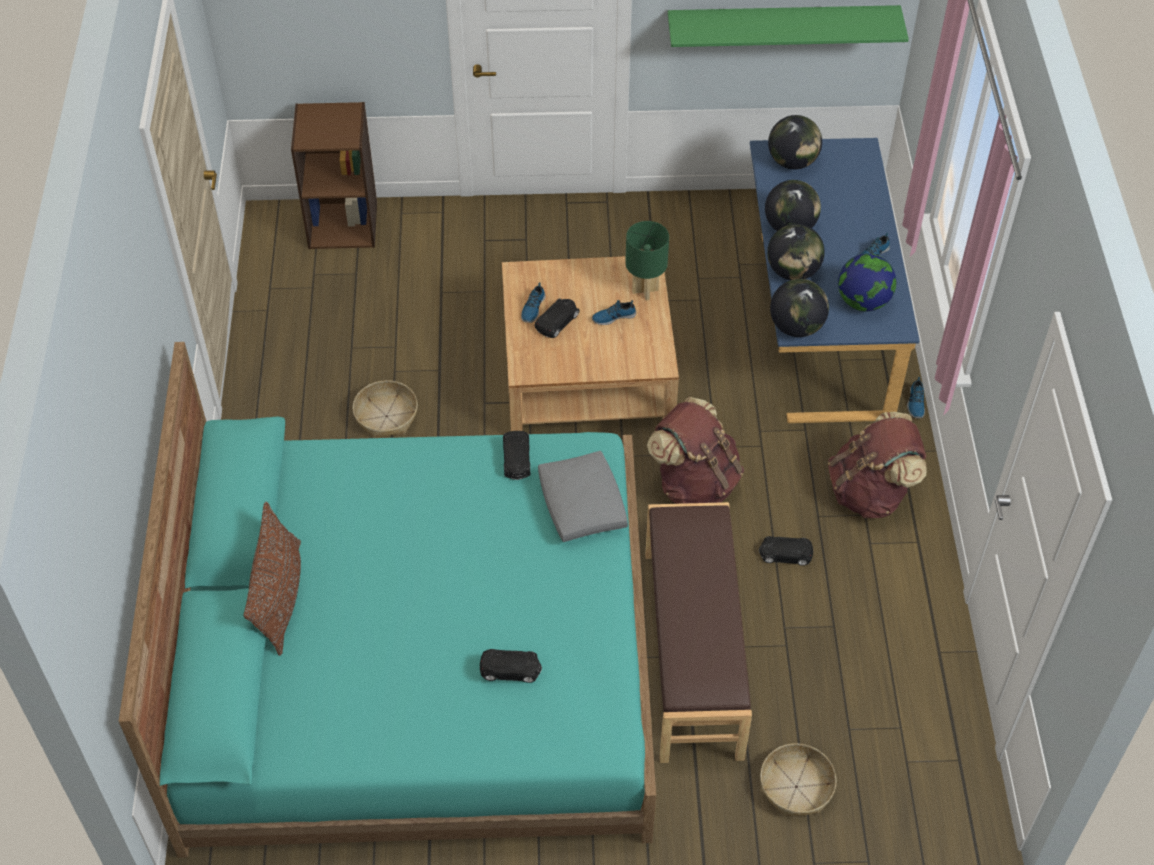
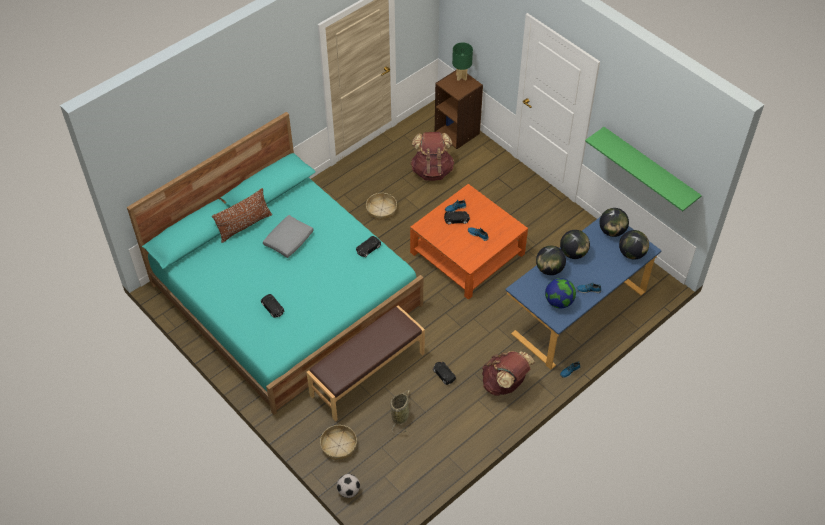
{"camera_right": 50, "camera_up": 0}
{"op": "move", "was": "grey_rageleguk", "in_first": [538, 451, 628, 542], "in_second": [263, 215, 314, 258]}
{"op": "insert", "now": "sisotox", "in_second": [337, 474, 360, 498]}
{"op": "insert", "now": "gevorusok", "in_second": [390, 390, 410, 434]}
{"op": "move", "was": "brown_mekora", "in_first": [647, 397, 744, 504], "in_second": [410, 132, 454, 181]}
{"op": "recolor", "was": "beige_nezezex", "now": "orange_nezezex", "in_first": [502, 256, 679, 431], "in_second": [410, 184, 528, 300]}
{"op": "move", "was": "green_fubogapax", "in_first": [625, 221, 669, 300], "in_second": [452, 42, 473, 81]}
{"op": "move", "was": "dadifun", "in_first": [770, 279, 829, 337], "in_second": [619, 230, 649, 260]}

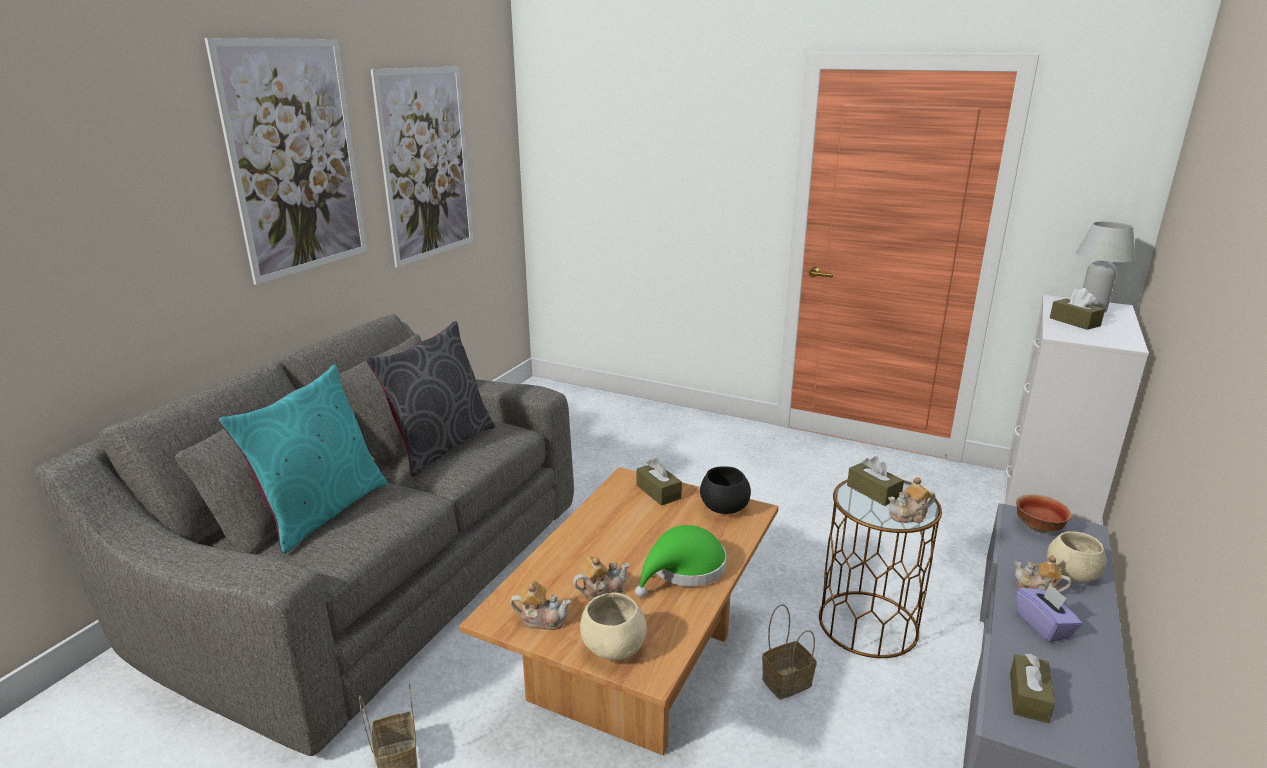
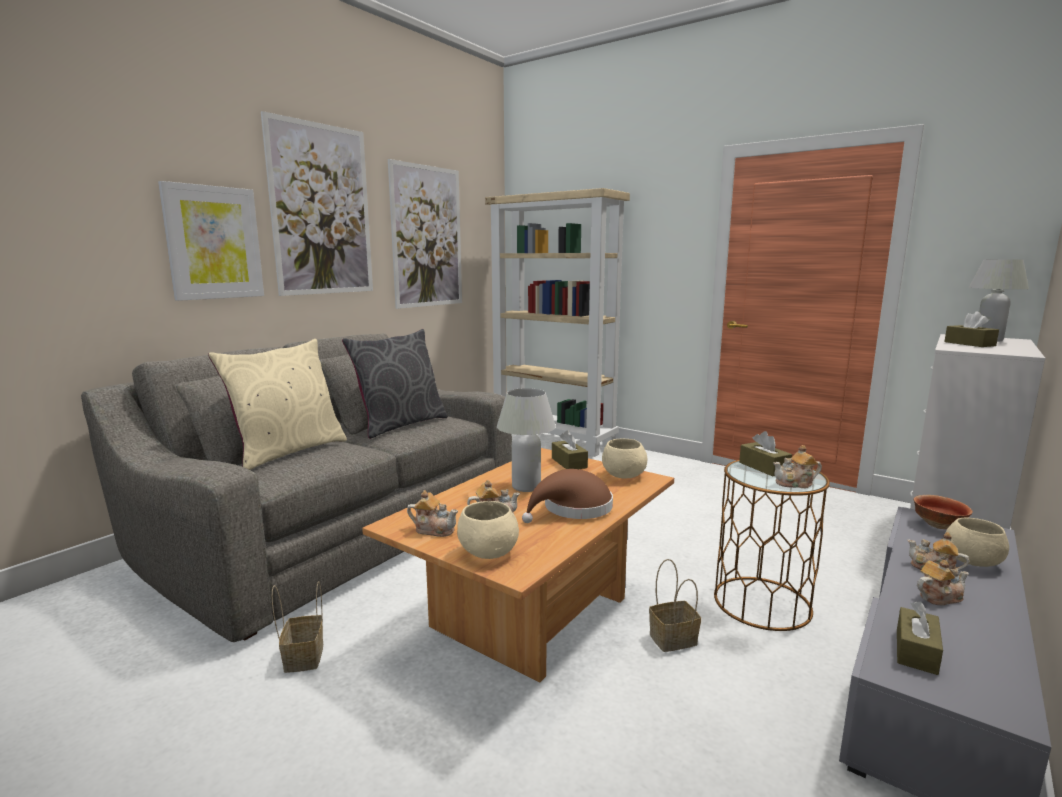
{"camera_right": 10, "camera_up": -10}
{"op": "insert", "now": "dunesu", "in_second": [158, 181, 264, 301]}
{"op": "recolor", "was": "turquoise_rageleguk", "now": "beige_rageleguk", "in_first": [218, 365, 387, 554], "in_second": [208, 339, 347, 470]}
{"op": "insert", "now": "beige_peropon", "in_second": [485, 188, 630, 457]}
{"op": "insert", "now": "white_fubogapax", "in_second": [497, 388, 556, 492]}
{"op": "recolor", "was": "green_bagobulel", "now": "brown_bagobulel", "in_first": [635, 525, 726, 598], "in_second": [522, 469, 613, 523]}
{"op": "recolor", "was": "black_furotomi", "now": "beige_furotomi", "in_first": [700, 466, 751, 514], "in_second": [602, 439, 648, 479]}
{"op": "replace", "was": "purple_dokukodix", "now": "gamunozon", "in_first": [1016, 583, 1083, 643], "in_second": [917, 560, 969, 605]}

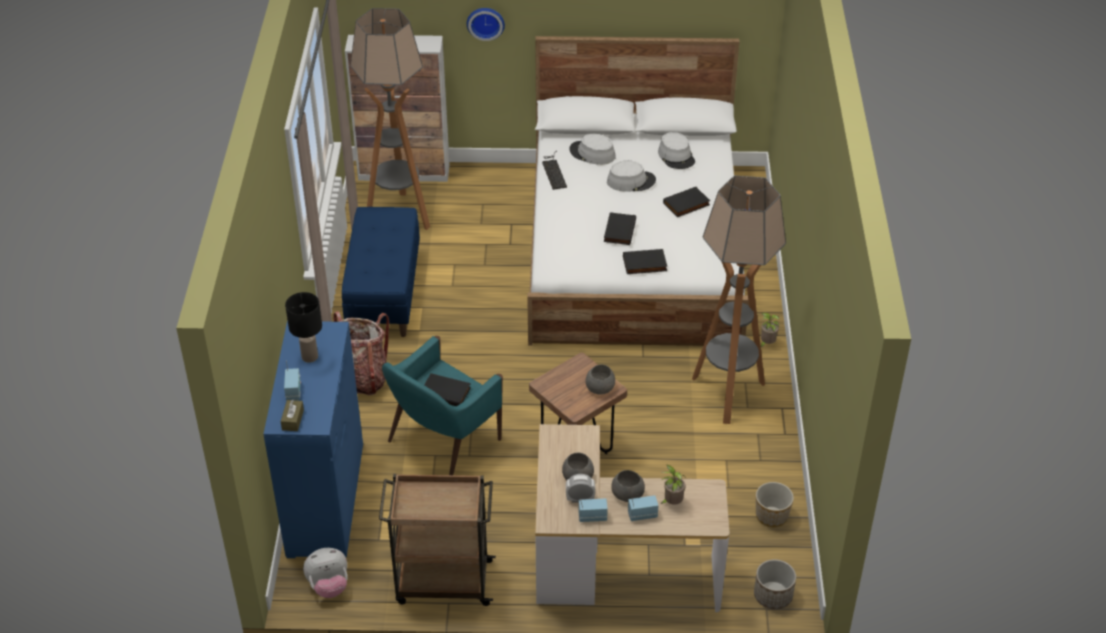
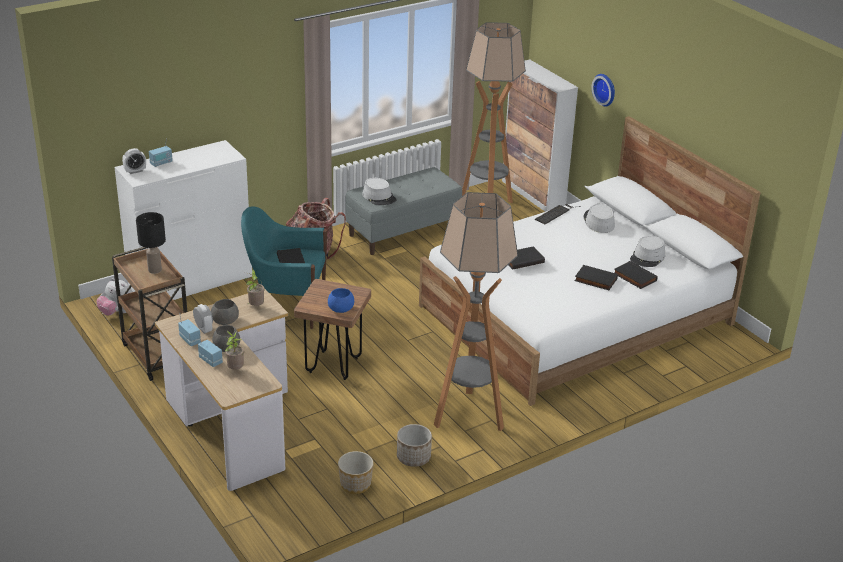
{"camera_right": 55, "camera_up": -10}
{"op": "recolor", "was": "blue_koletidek", "now": "white_koletidek", "in_first": [263, 321, 363, 558], "in_second": [115, 140, 252, 300]}
{"op": "replace", "was": "brown_dokukodix", "now": "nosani", "in_first": [281, 400, 304, 431], "in_second": [122, 148, 146, 174]}
{"op": "move", "was": "black_fubogapax", "in_first": [285, 292, 322, 363], "in_second": [136, 212, 166, 274]}
{"op": "move", "was": "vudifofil", "in_first": [761, 313, 779, 347], "in_second": [244, 269, 264, 306]}
{"op": "recolor", "was": "grey_furotomi", "now": "blue_furotomi", "in_first": [585, 365, 615, 395], "in_second": [328, 288, 354, 313]}
{"op": "recolor", "was": "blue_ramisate", "now": "grey_ramisate", "in_first": [342, 207, 420, 337], "in_second": [345, 167, 462, 255]}
{"op": "move", "was": "grey_bagobulel", "in_first": [607, 161, 656, 192], "in_second": [363, 178, 397, 205]}
{"op": "move", "was": "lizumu", "in_first": [754, 559, 796, 609], "in_second": [397, 424, 432, 467]}
{"op": "move", "was": "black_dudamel", "in_first": [623, 249, 667, 274], "in_second": [614, 261, 658, 289]}

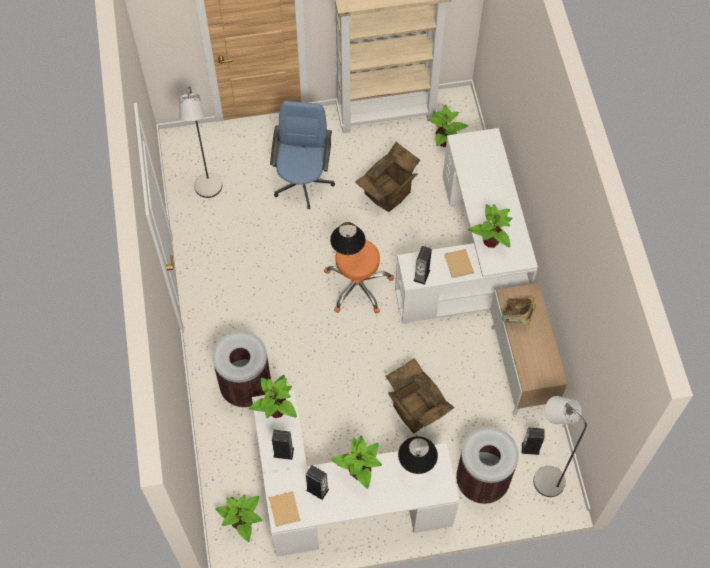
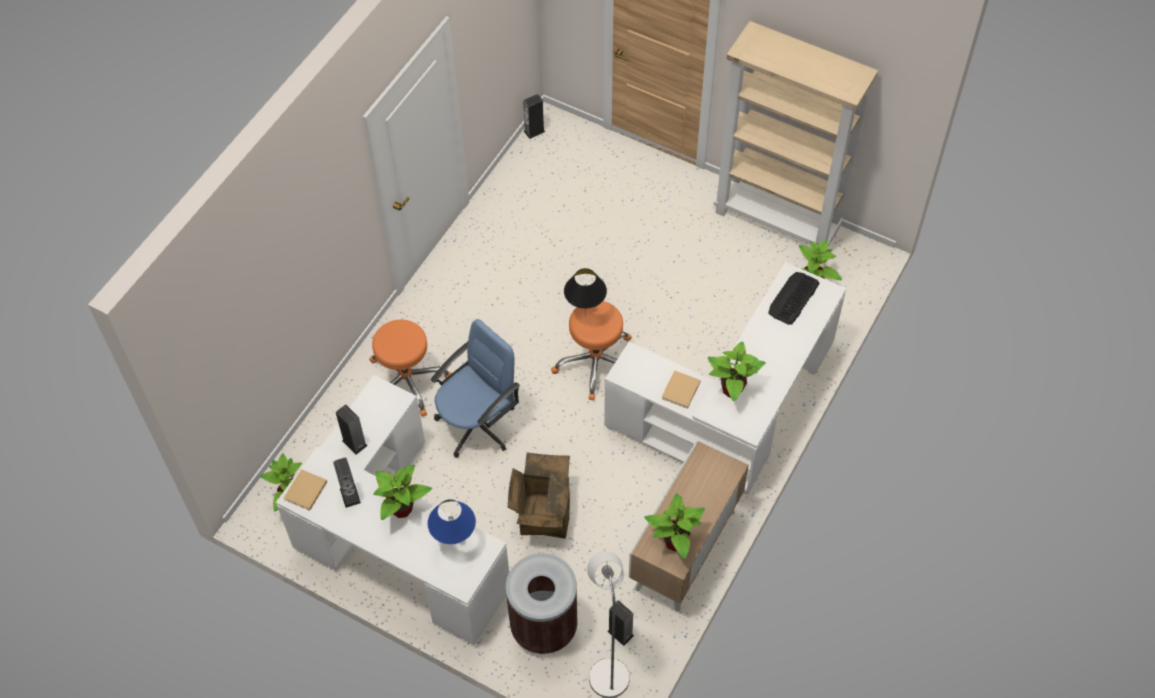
{"camera_right": 40, "camera_up": -5}
{"op": "replace", "was": "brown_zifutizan", "now": "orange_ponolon", "in_first": [212, 331, 271, 407], "in_second": [369, 320, 452, 417]}
{"op": "recolor", "was": "black_fubogapax", "now": "blue_fubogapax", "in_first": [398, 436, 438, 474], "in_second": [428, 499, 476, 545]}
{"op": "move", "was": "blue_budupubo", "in_first": [270, 101, 335, 209], "in_second": [431, 319, 520, 458]}
{"op": "move", "was": "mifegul", "in_first": [414, 246, 432, 285], "in_second": [523, 94, 545, 139]}
{"op": "move", "was": "vudifofil", "in_first": [249, 375, 297, 418], "in_second": [644, 493, 705, 559]}
{"op": "insert", "now": "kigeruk", "in_second": [768, 272, 819, 324]}
{"op": "delete", "was": "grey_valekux", "in_first": [179, 86, 222, 198]}
{"op": "delete", "was": "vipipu", "in_first": [355, 142, 421, 212]}
{"op": "delete", "was": "dudamel", "in_first": [502, 298, 536, 325]}

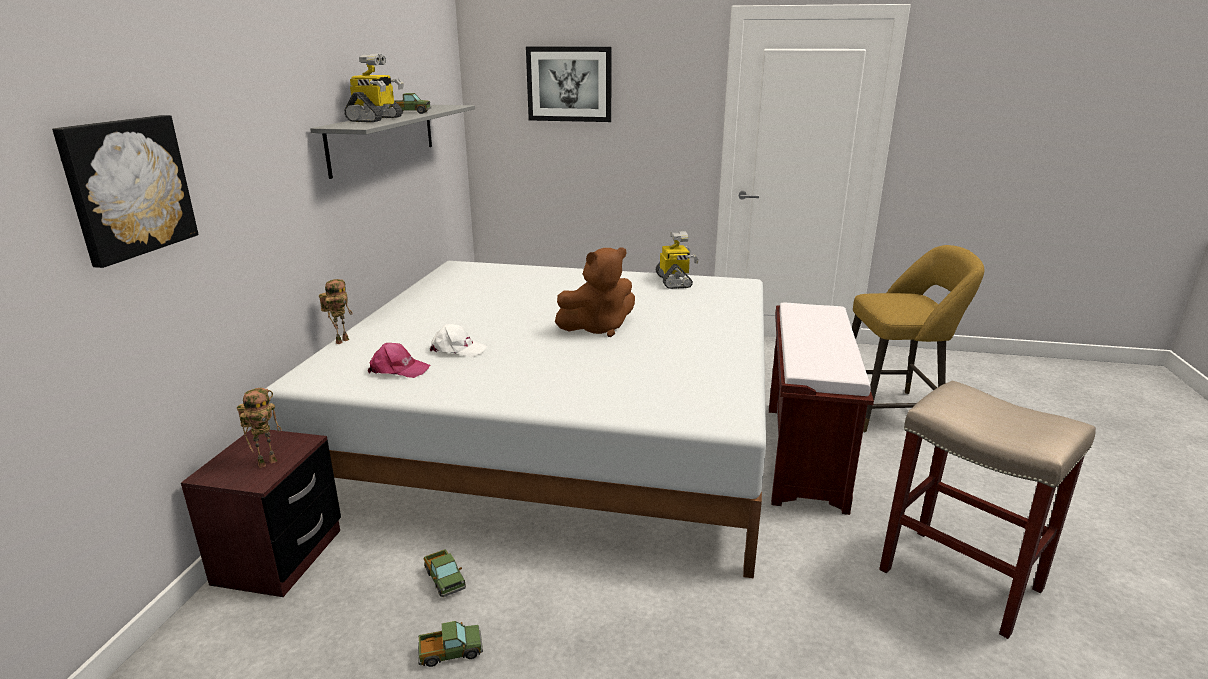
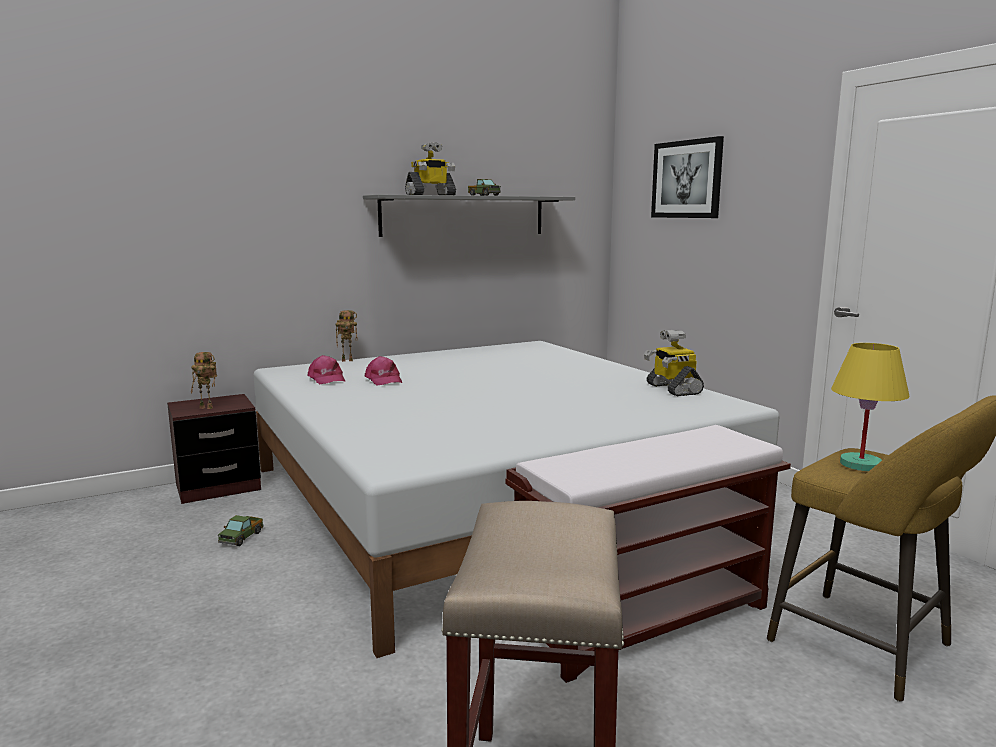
{"camera_right": 50, "camera_up": -10}
{"op": "recolor", "was": "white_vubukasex", "now": "pink_vubukasex", "in_first": [430, 324, 487, 357], "in_second": [364, 356, 402, 385]}
{"op": "rotate", "was": "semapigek", "in_first": [655, 231, 699, 289], "in_second": [644, 330, 704, 396], "clockwise": 120}
{"op": "insert", "now": "yellow_fubogapax", "in_second": [831, 343, 910, 471]}
{"op": "delete", "was": "dunesu", "in_first": [52, 115, 199, 268]}
{"op": "delete", "was": "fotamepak", "in_first": [418, 621, 483, 667]}
{"op": "delete", "was": "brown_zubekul", "in_first": [555, 248, 635, 337]}

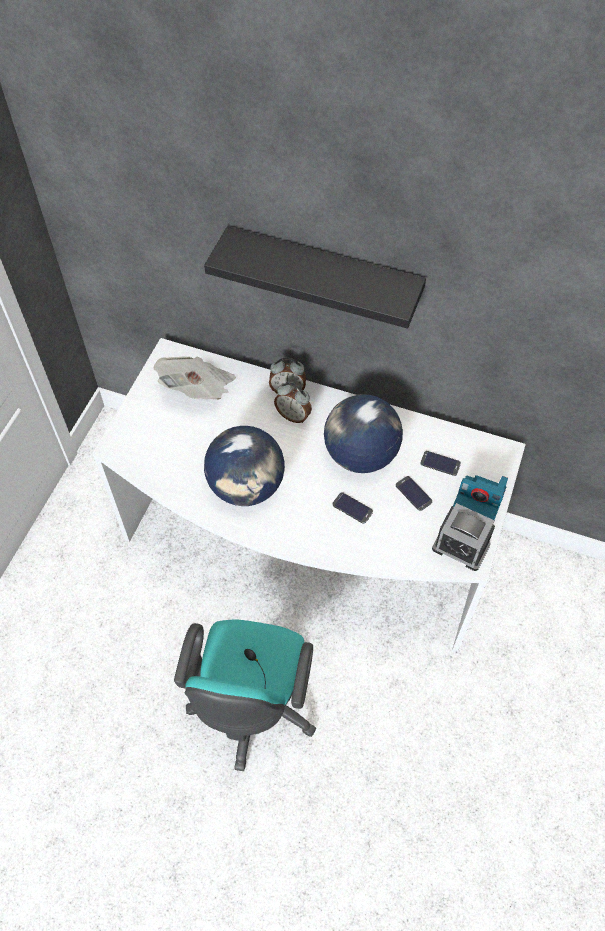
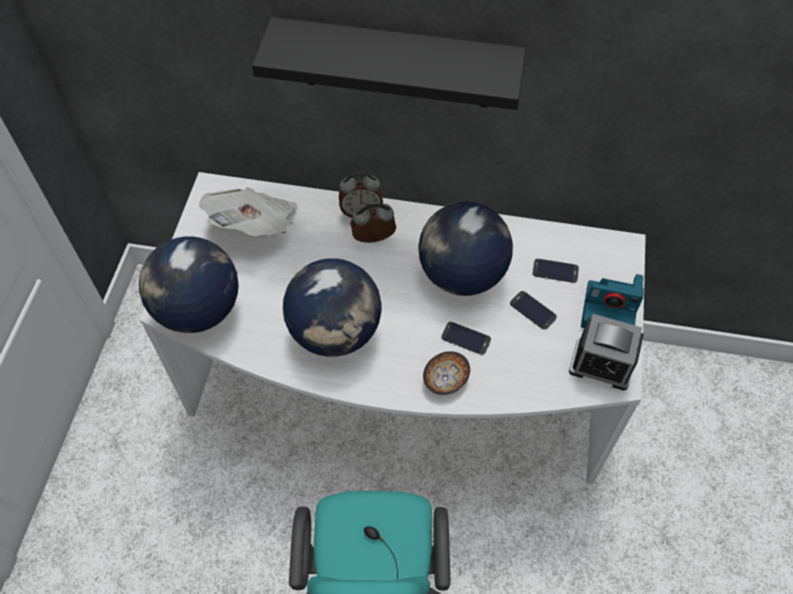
{"camera_right": -10, "camera_up": 0}
{"op": "insert", "now": "dadifun", "in_second": [139, 236, 239, 333]}
{"op": "rotate", "was": "nosani", "in_first": [274, 382, 312, 423], "in_second": [350, 204, 396, 243], "clockwise": 150}
{"op": "insert", "now": "furotomi", "in_second": [423, 351, 470, 395]}

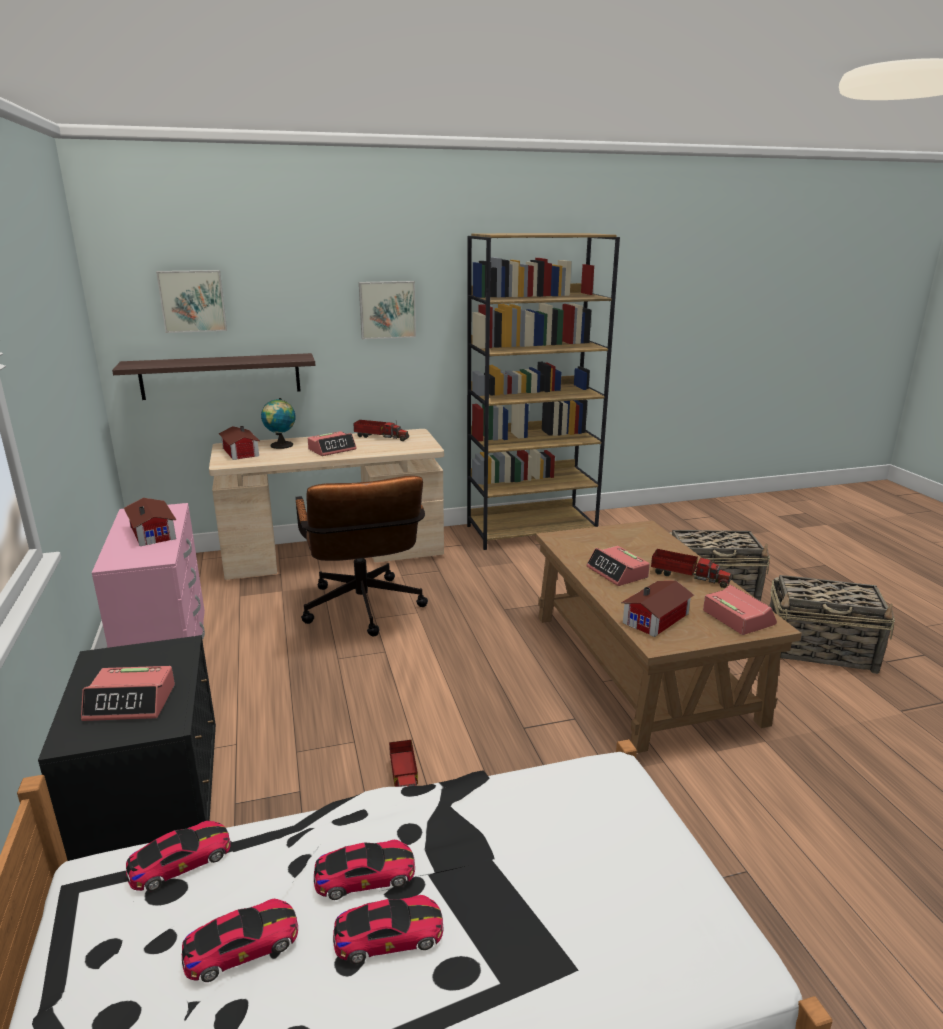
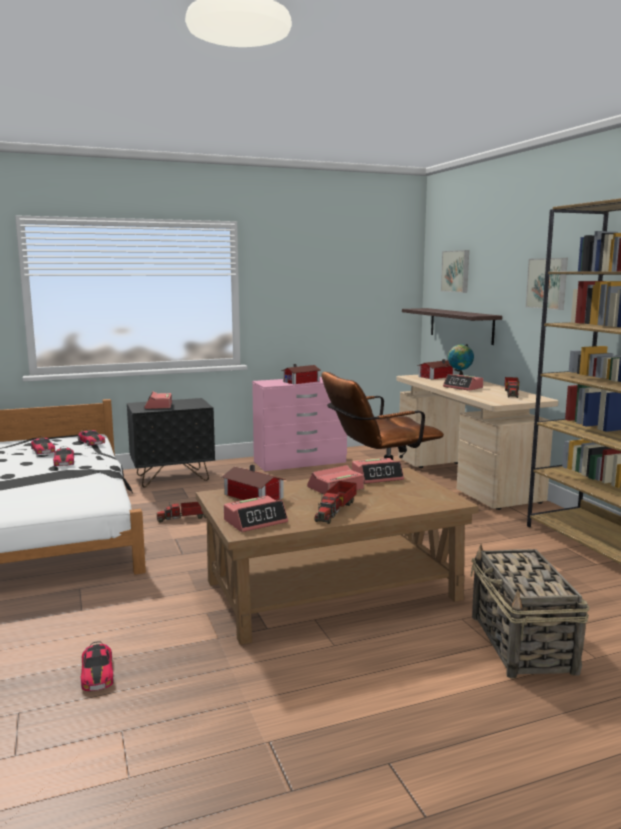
{"camera_right": 85, "camera_up": -10}
{"op": "move", "was": "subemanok", "in_first": [333, 895, 443, 964], "in_second": [81, 641, 114, 691]}
{"op": "insert", "now": "nosani", "in_second": [352, 458, 404, 484]}
{"op": "delete", "was": "gevorusok", "in_first": [769, 575, 895, 674]}

